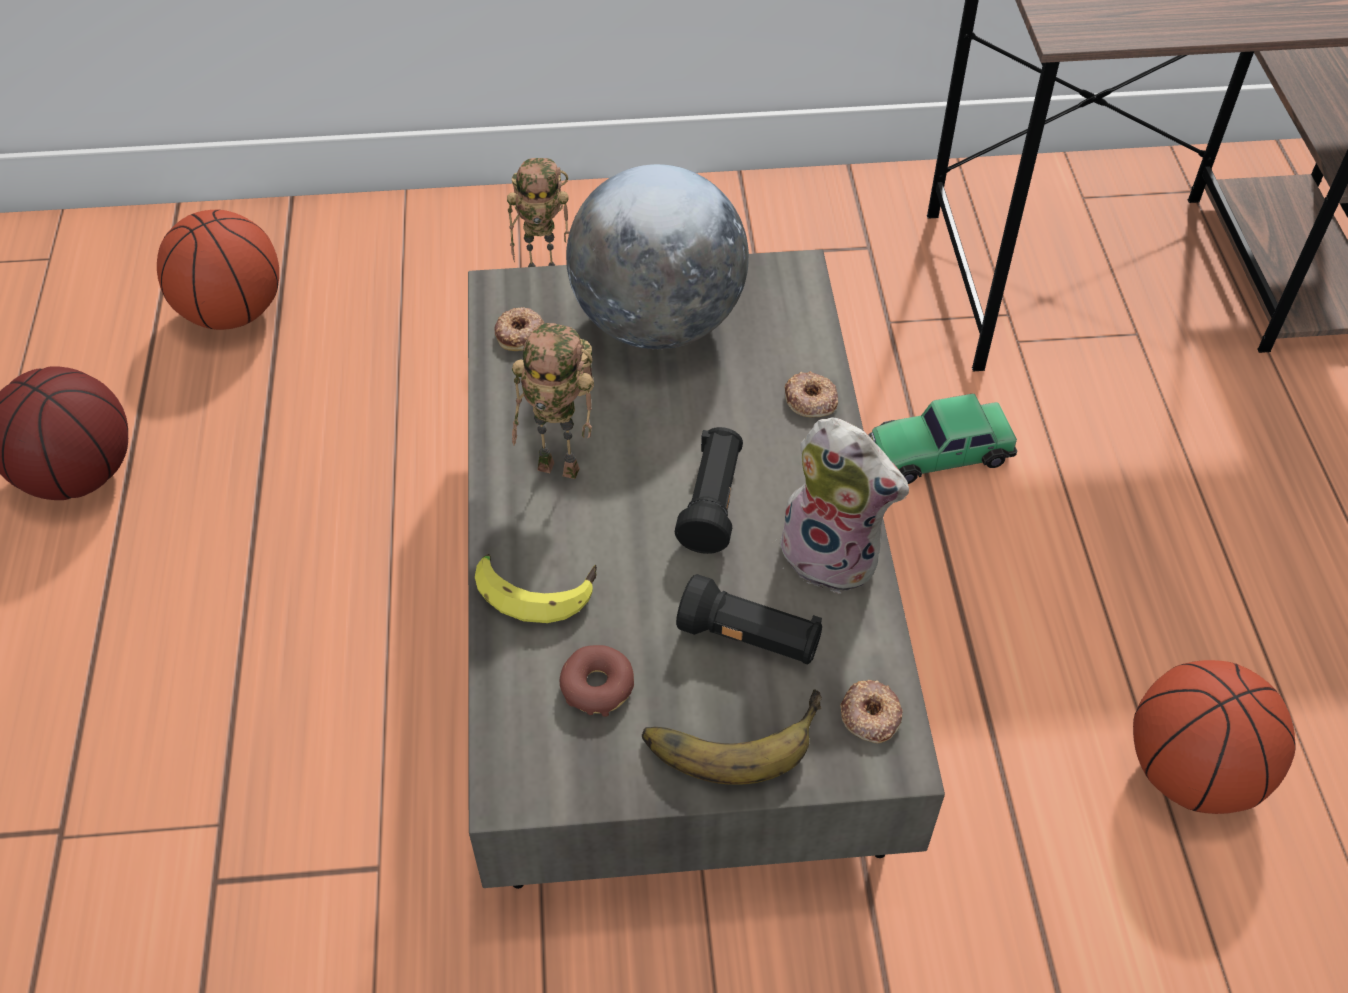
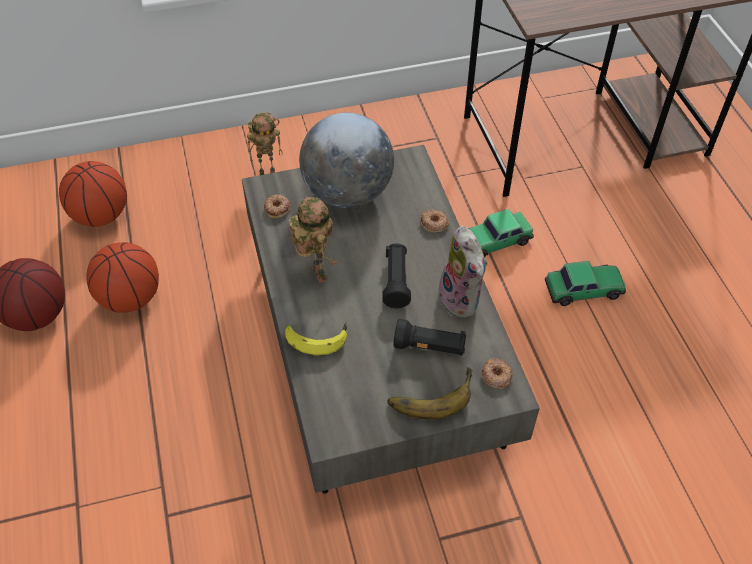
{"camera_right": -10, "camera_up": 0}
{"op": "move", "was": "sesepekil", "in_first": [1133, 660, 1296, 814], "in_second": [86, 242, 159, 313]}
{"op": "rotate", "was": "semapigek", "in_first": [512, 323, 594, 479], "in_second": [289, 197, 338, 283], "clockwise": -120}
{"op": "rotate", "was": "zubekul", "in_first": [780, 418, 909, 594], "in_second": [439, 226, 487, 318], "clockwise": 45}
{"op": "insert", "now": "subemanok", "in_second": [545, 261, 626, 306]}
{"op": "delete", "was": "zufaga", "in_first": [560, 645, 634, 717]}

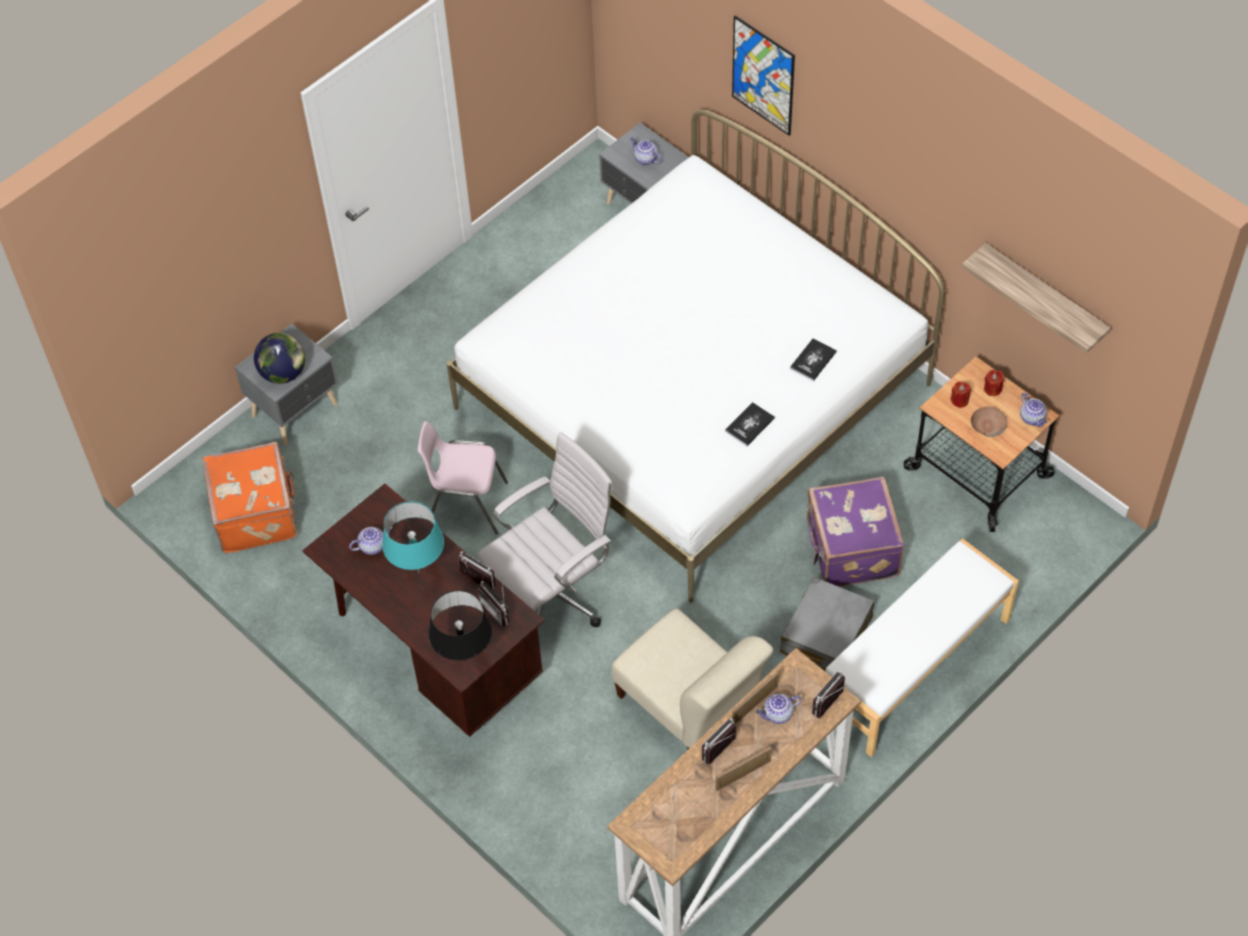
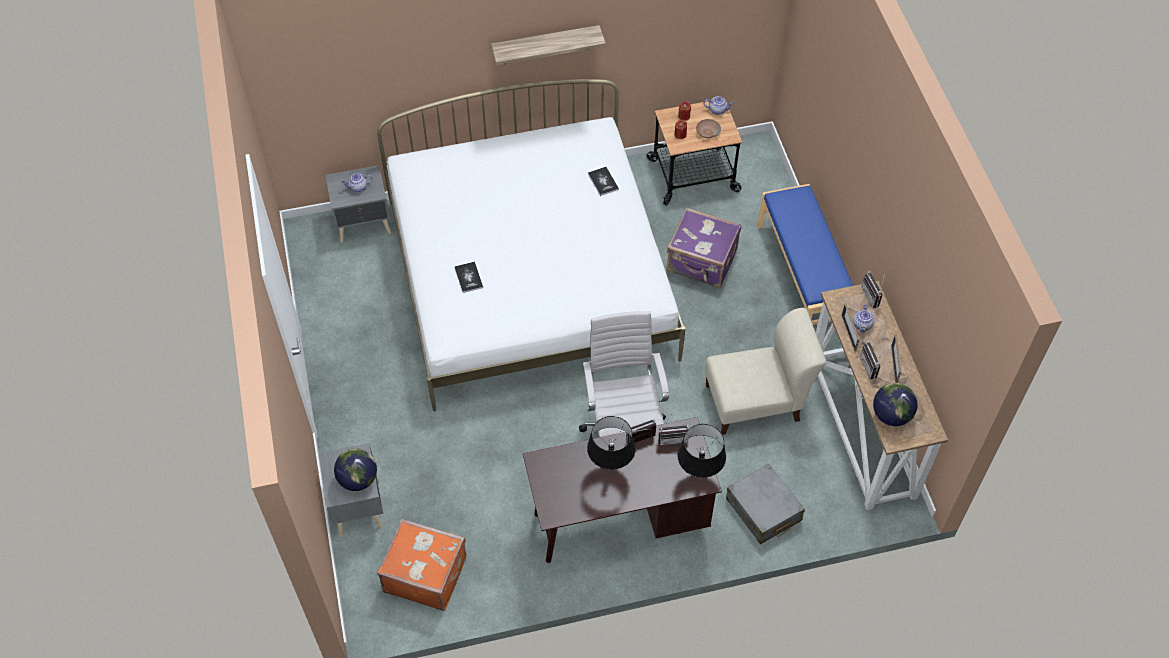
{"camera_right": -60, "camera_up": 0}
{"op": "move", "was": "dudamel", "in_first": [725, 402, 775, 446], "in_second": [454, 261, 483, 293]}
{"op": "move", "was": "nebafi", "in_first": [962, 243, 1111, 353], "in_second": [491, 25, 606, 65]}
{"op": "recolor", "was": "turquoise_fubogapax", "now": "black_fubogapax", "in_first": [382, 502, 444, 573], "in_second": [587, 416, 636, 470]}
{"op": "move", "was": "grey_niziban", "in_first": [780, 577, 874, 671], "in_second": [726, 464, 805, 544]}
{"op": "recolor", "was": "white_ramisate", "now": "blue_ramisate", "in_first": [825, 538, 1019, 757], "in_second": [757, 184, 853, 325]}
{"op": "insert", "now": "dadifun", "in_second": [873, 383, 918, 426]}
{"op": "delete", "was": "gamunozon", "in_first": [349, 527, 392, 555]}
{"op": "delete", "was": "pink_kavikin", "in_first": [418, 421, 508, 535]}
{"op": "delete", "was": "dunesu", "in_first": [732, 16, 795, 136]}

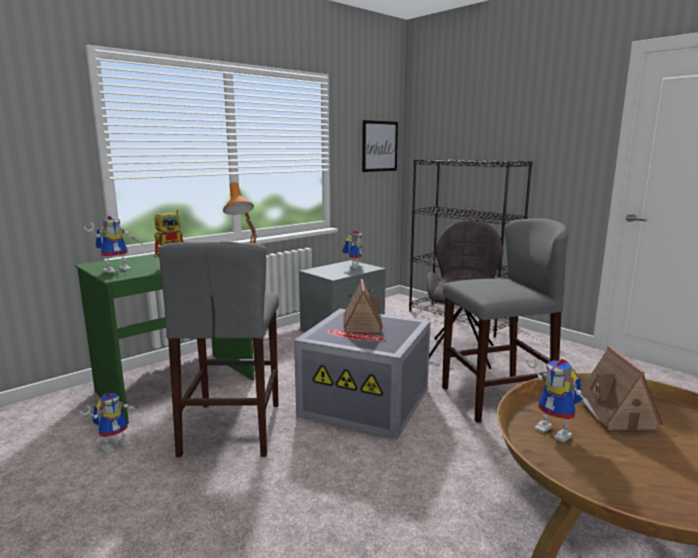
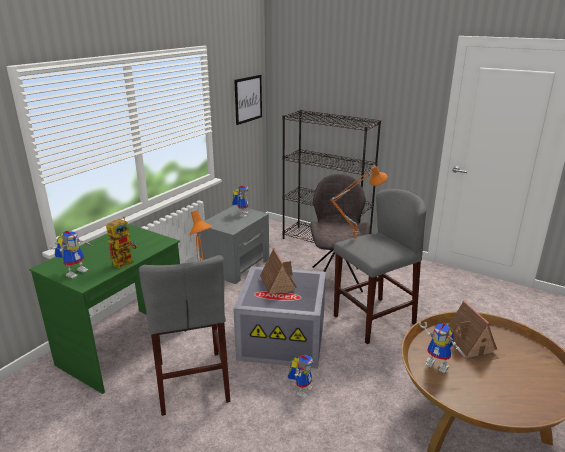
{"camera_right": -15, "camera_up": 10}
{"op": "move", "was": "semapigek", "in_first": [80, 392, 145, 454], "in_second": [288, 354, 314, 399]}
{"op": "insert", "now": "orange_fubogapax", "in_second": [330, 165, 388, 239]}

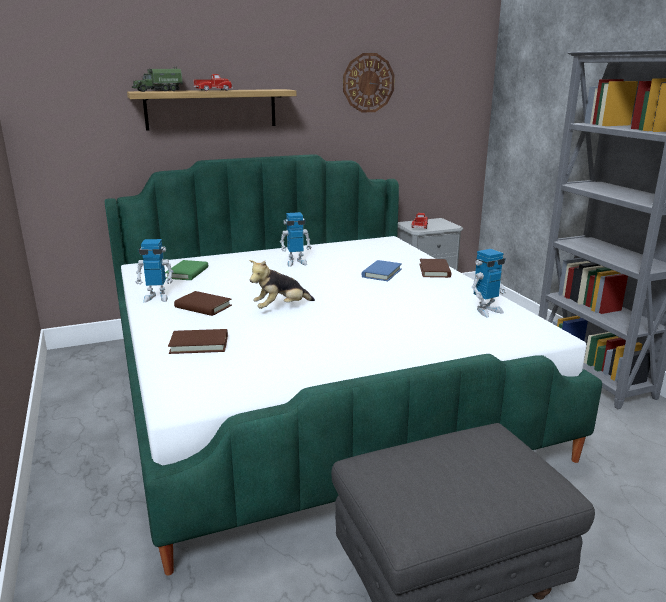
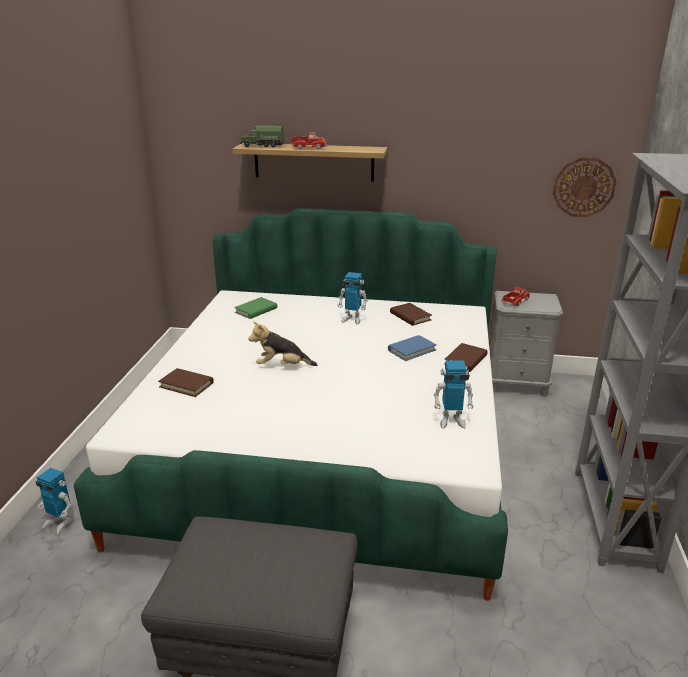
{"camera_right": 30, "camera_up": 5}
{"op": "move", "was": "semapigek", "in_first": [136, 239, 174, 303], "in_second": [35, 468, 71, 534]}
{"op": "move", "was": "brown_dudamel", "in_first": [174, 291, 232, 316], "in_second": [390, 303, 432, 326]}
{"op": "move", "was": "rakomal", "in_first": [343, 53, 395, 113], "in_second": [553, 158, 617, 217]}

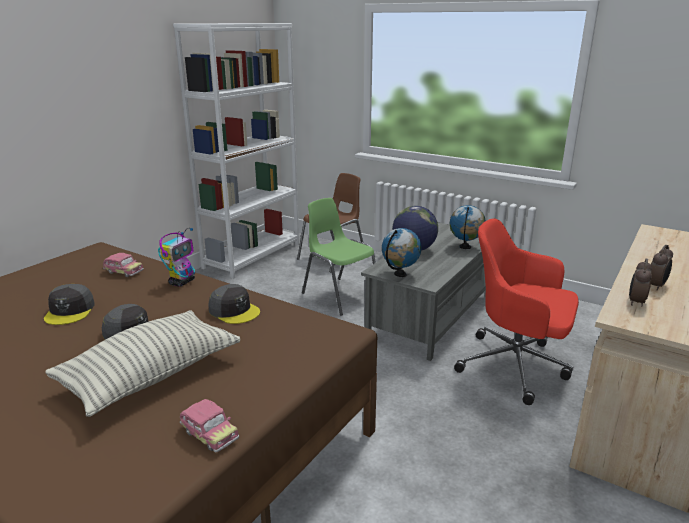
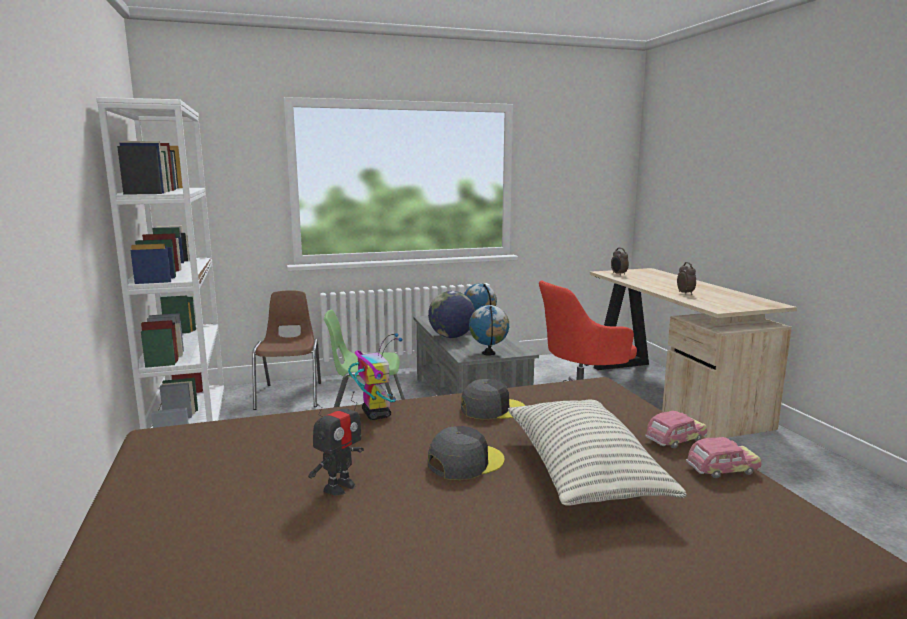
{"camera_right": -50, "camera_up": -10}
{"op": "replace", "was": "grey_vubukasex", "now": "semapigek", "in_first": [44, 284, 95, 325], "in_second": [308, 391, 364, 495]}
{"op": "move", "was": "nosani", "in_first": [629, 259, 652, 307], "in_second": [611, 248, 629, 276]}
{"op": "move", "was": "subemanok", "in_first": [103, 253, 144, 277], "in_second": [645, 411, 707, 448]}

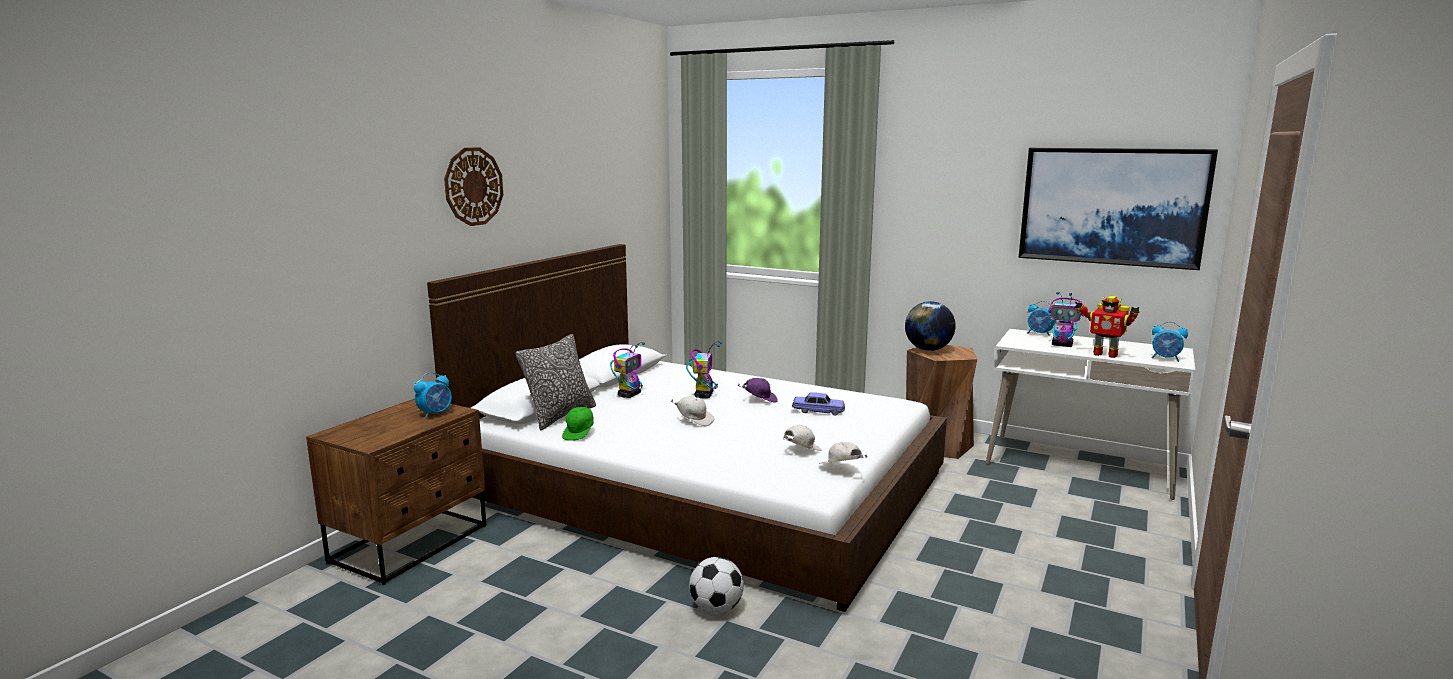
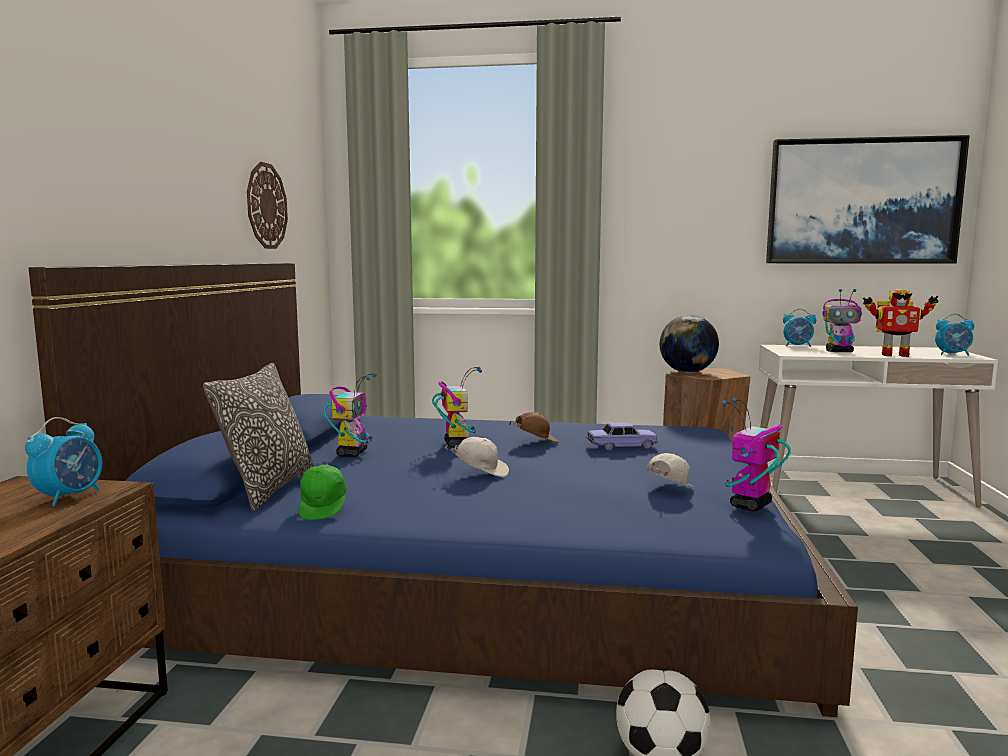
{"camera_right": -20, "camera_up": -5}
{"op": "recolor", "was": "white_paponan", "now": "blue_paponan", "in_first": [427, 244, 947, 612], "in_second": [29, 263, 858, 717]}
{"op": "move", "was": "rakomal", "in_first": [444, 147, 503, 226], "in_second": [247, 162, 288, 249]}
{"op": "recolor", "was": "purple_vubukasex", "now": "brown_vubukasex", "in_first": [738, 378, 778, 403], "in_second": [509, 412, 559, 443]}
{"op": "replace", "was": "white_vubukasex", "now": "semapigek", "in_first": [819, 442, 868, 464], "in_second": [722, 398, 791, 511]}

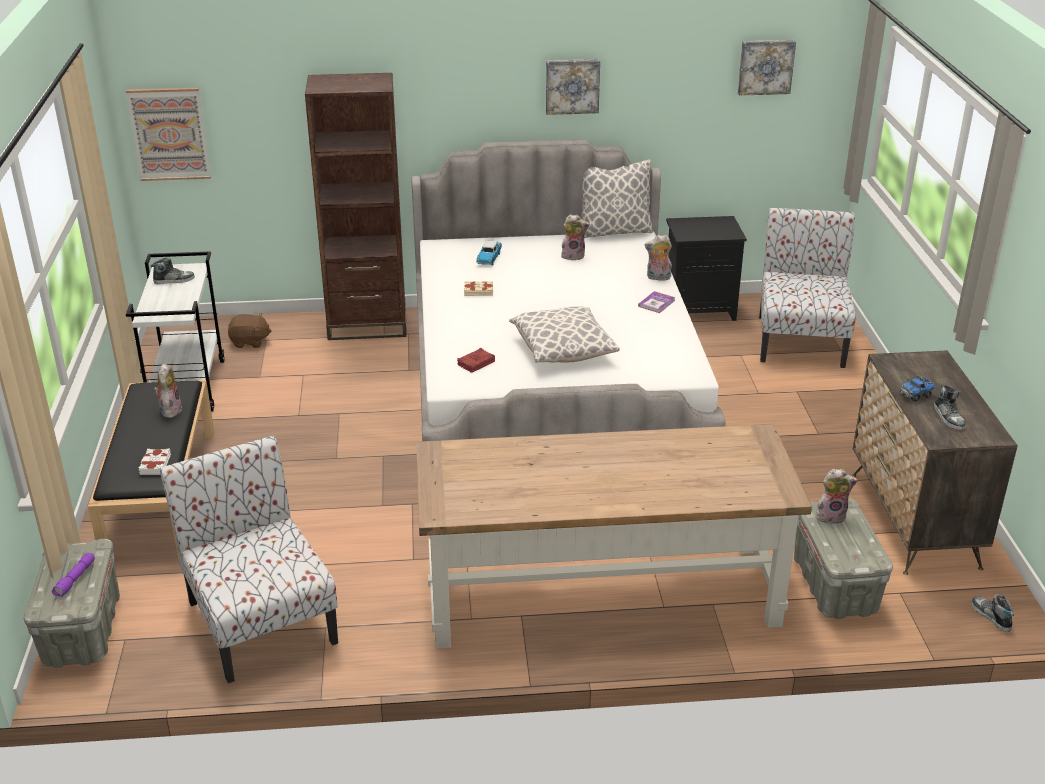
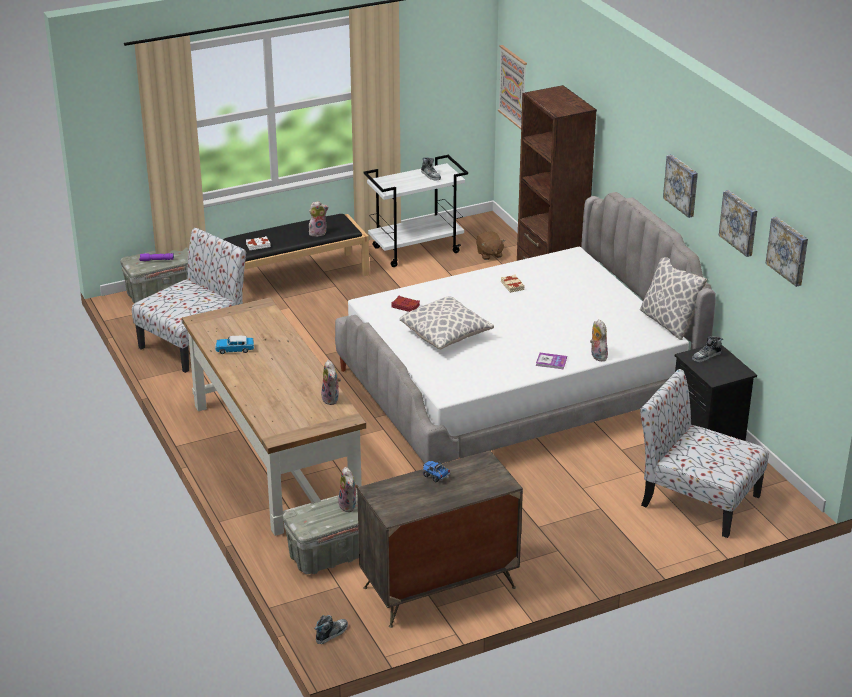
{"camera_right": 70, "camera_up": 0}
{"op": "move", "was": "subemanok", "in_first": [476, 240, 502, 265], "in_second": [215, 336, 254, 354]}
{"op": "move", "was": "zubekul", "in_first": [561, 214, 590, 261], "in_second": [321, 360, 341, 405]}
{"op": "rotate", "was": "kavikin", "in_first": [759, 208, 856, 368], "in_second": [640, 369, 769, 538], "clockwise": -135}
{"op": "move", "was": "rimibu", "in_first": [934, 385, 966, 430], "in_second": [692, 336, 723, 362]}
{"op": "insert", "now": "dunesu", "in_second": [719, 190, 757, 257]}

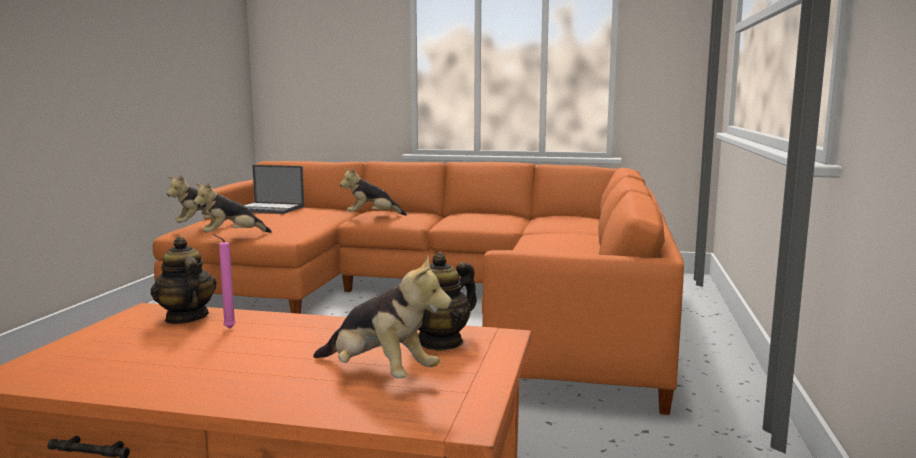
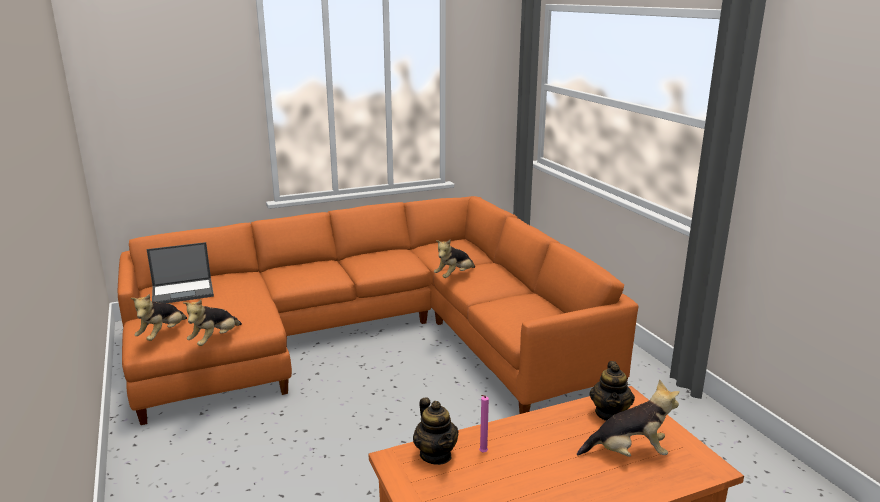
{"camera_right": -35, "camera_up": 10}
{"op": "rotate", "was": "gamunozon", "in_first": [151, 237, 217, 324], "in_second": [413, 397, 459, 465], "clockwise": -135}
{"op": "move", "was": "zubekul", "in_first": [340, 168, 407, 215], "in_second": [434, 240, 475, 278]}

